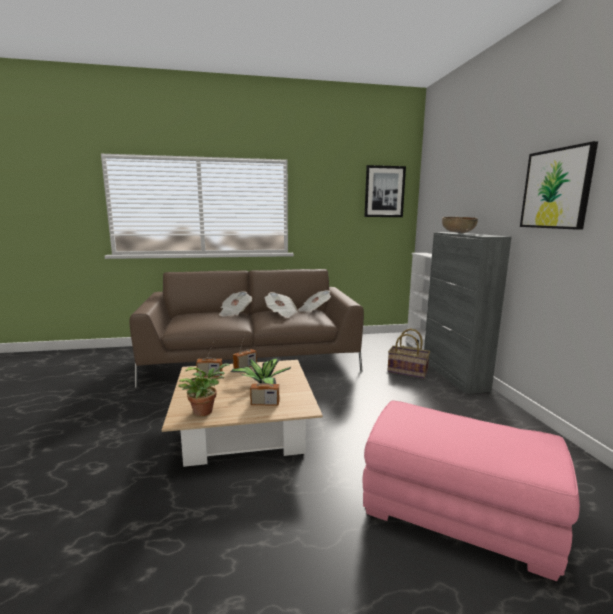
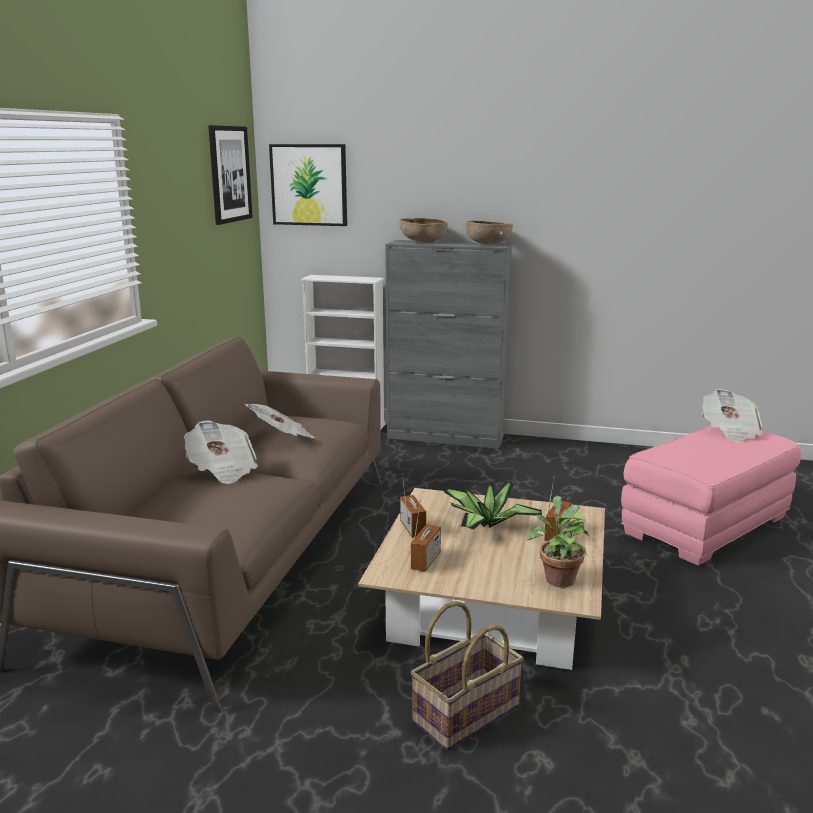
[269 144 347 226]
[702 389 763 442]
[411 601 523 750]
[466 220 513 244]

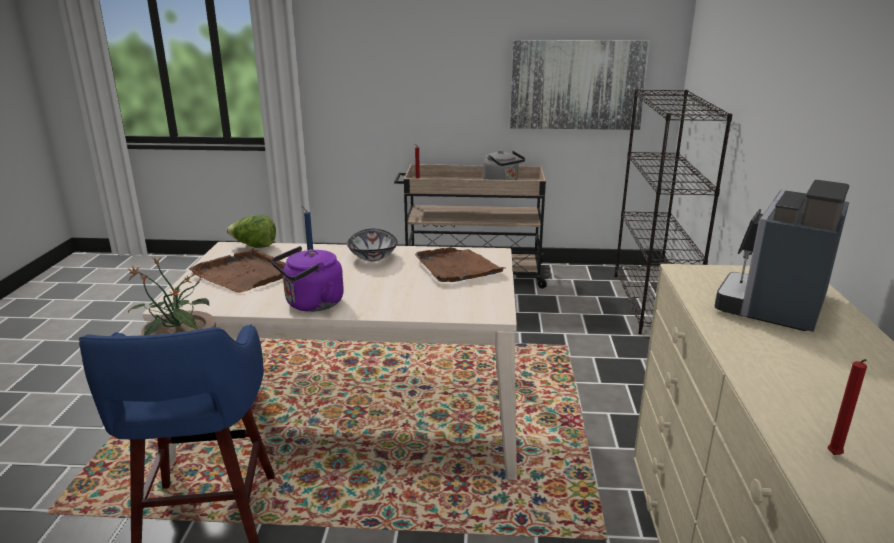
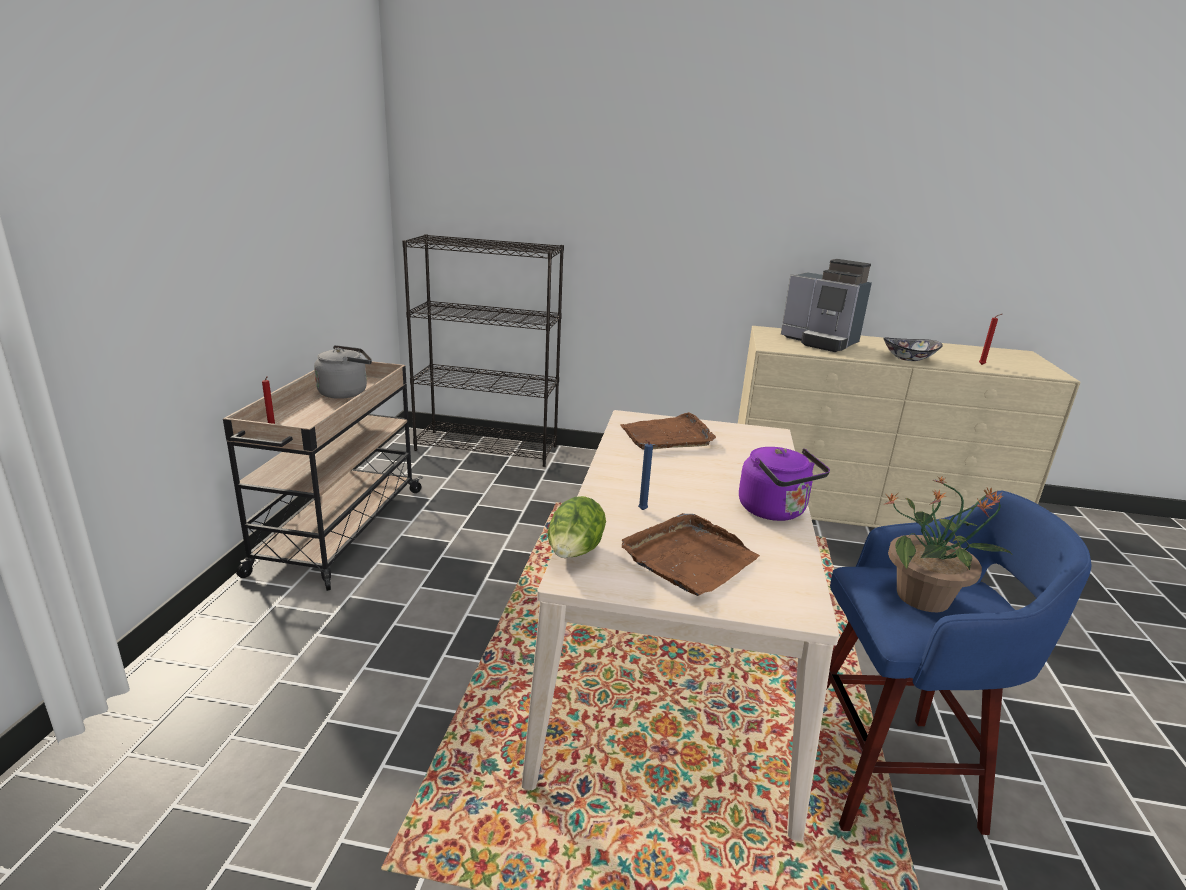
[510 40 650 130] (first image)
[883 337 943 361]

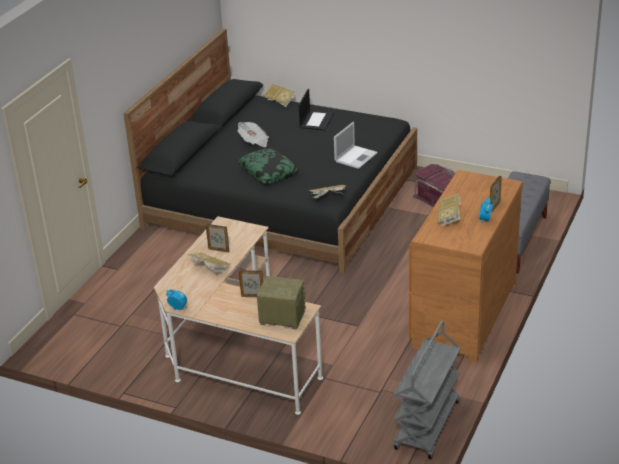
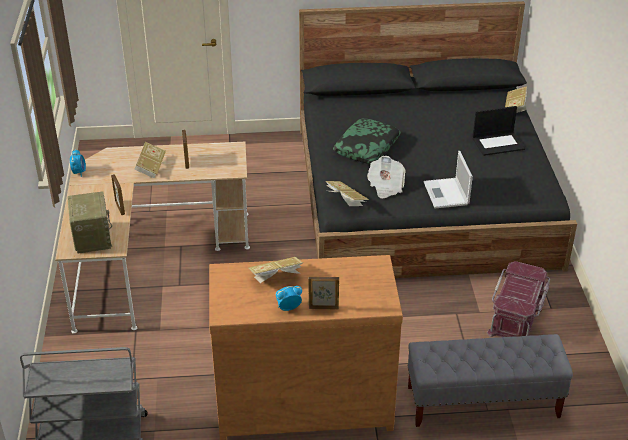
[367 156 406 199]
[423 151 473 208]

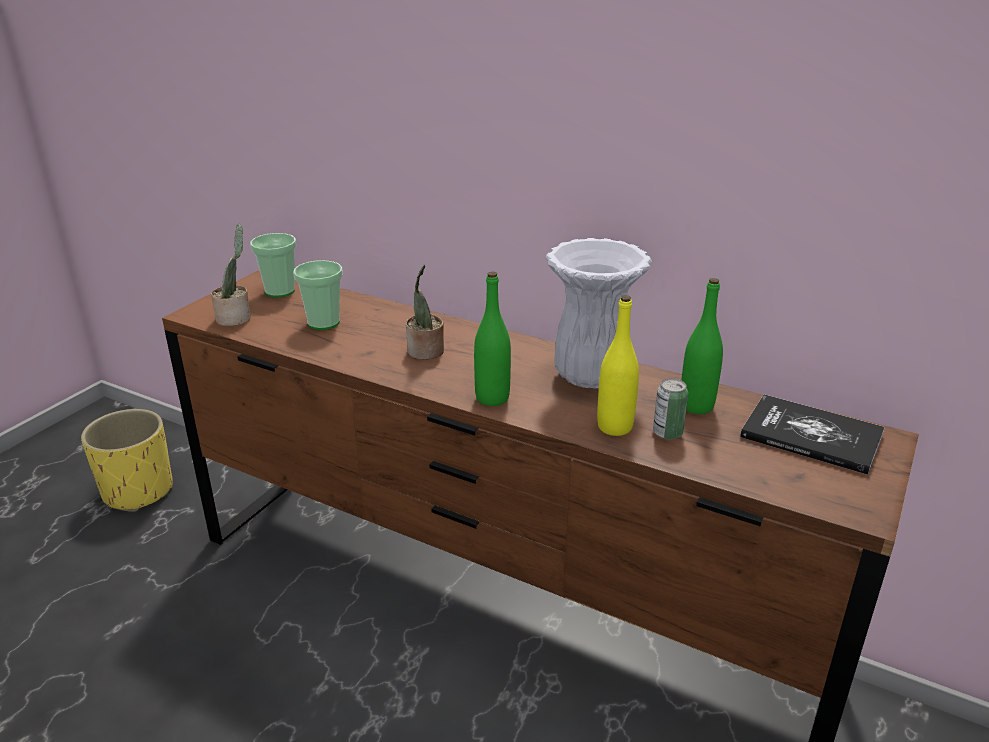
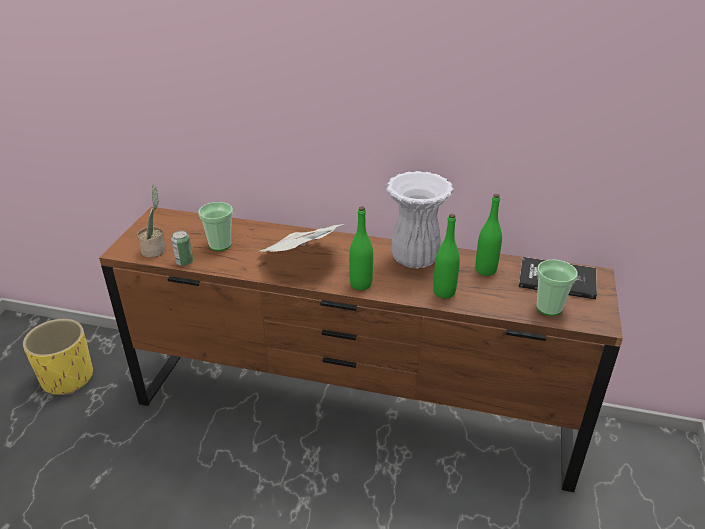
[536 260 578 316]
[260 224 344 252]
[433 214 460 299]
[171 231 193 266]

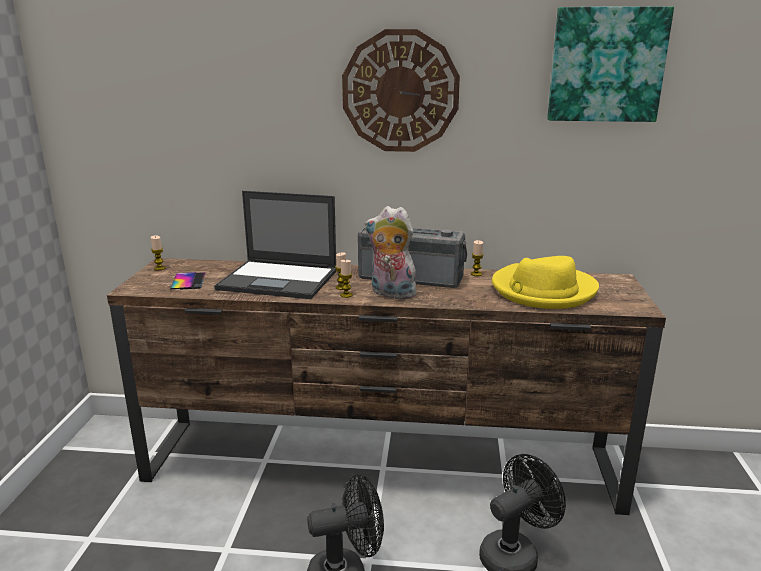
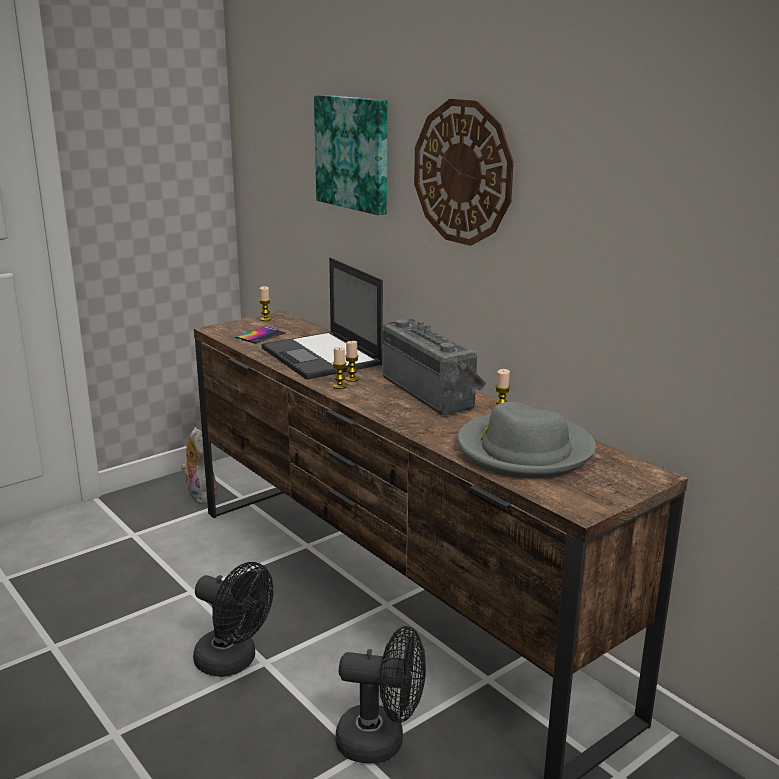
[314 95 388 215]
[181 427 217 504]
[457 402 596 478]

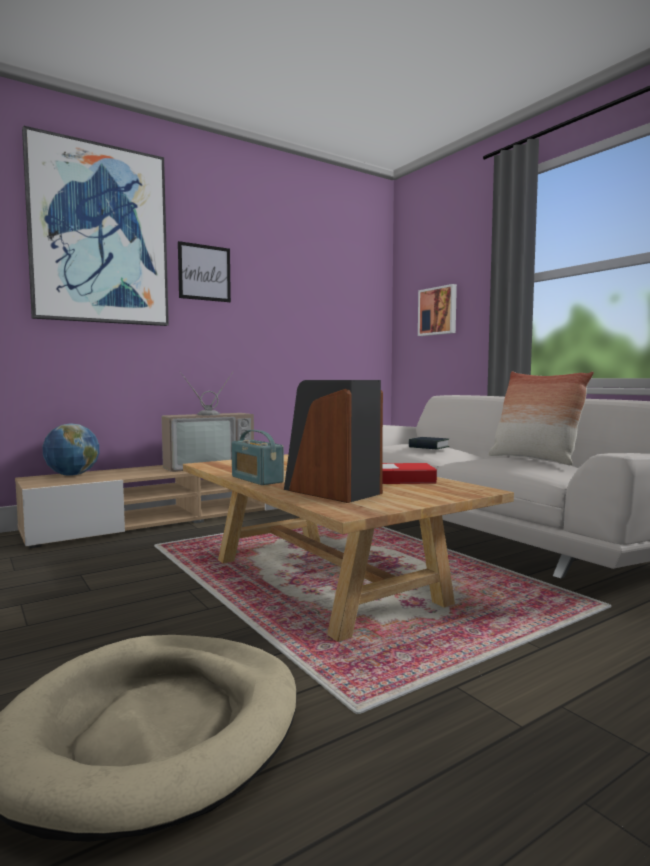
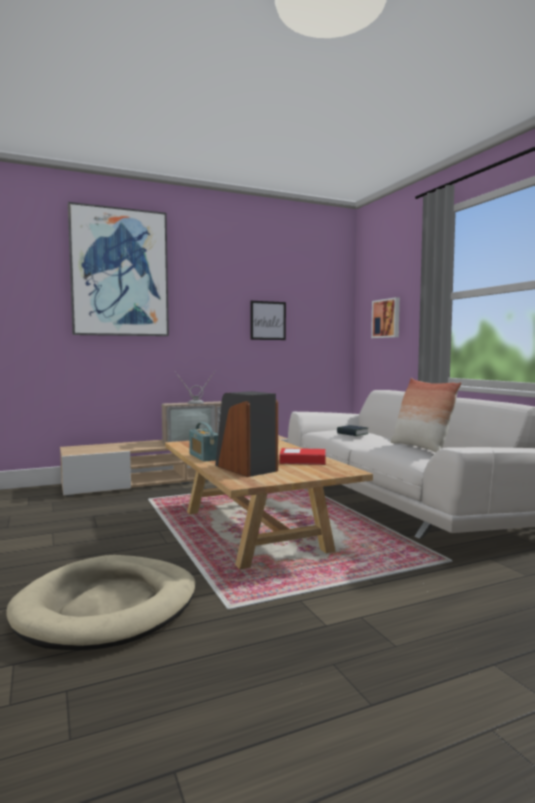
[250 301 286 340]
[42 423 99 475] (first image)

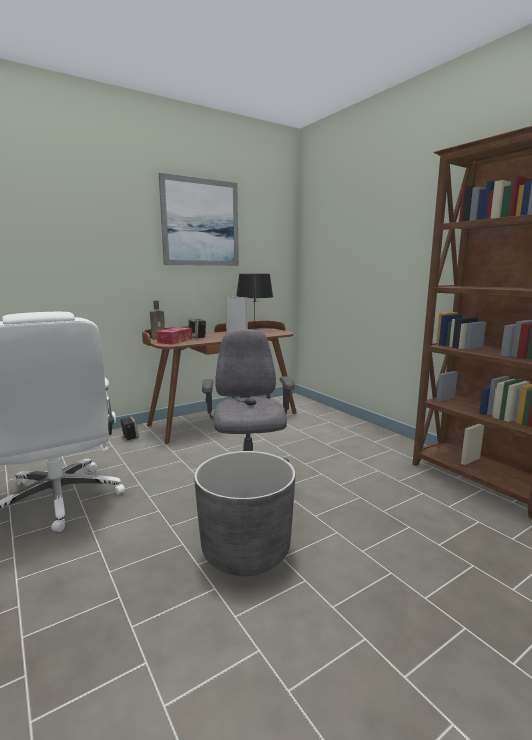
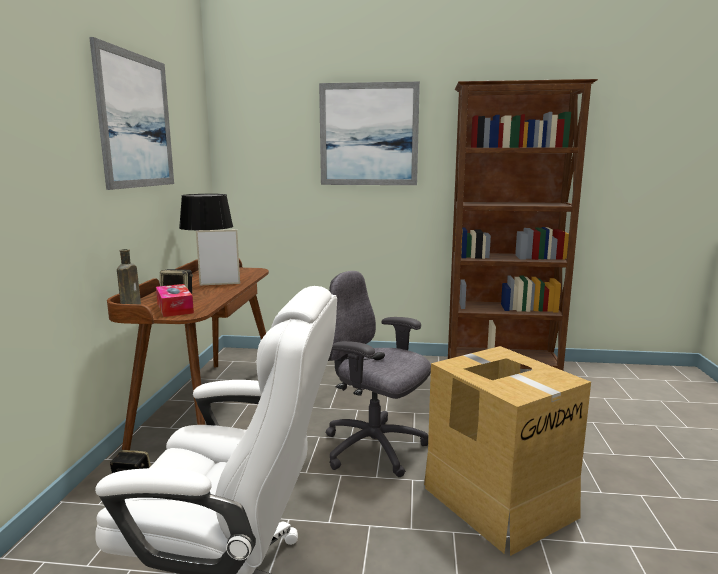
[424 346 591 556]
[319 82 420 185]

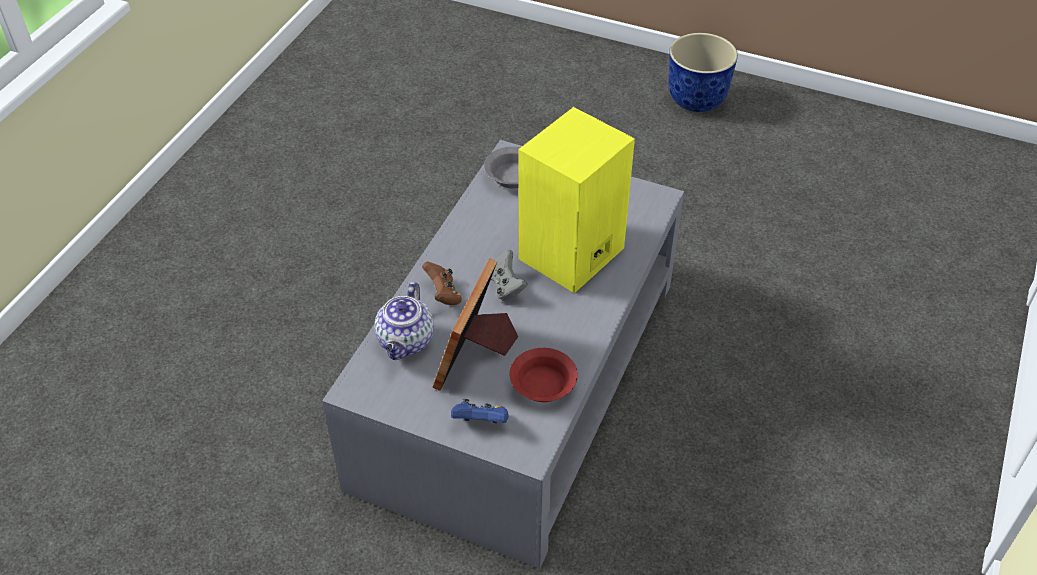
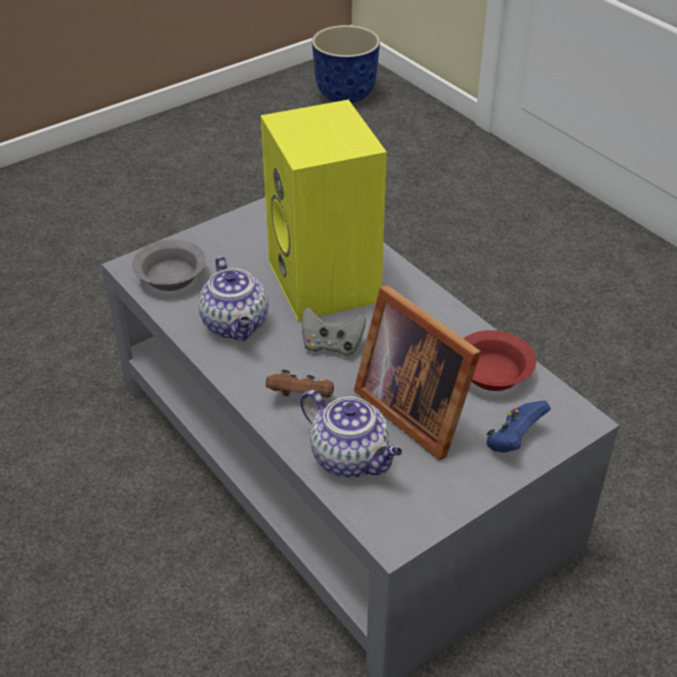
[312 25 380 103]
[198 256 268 341]

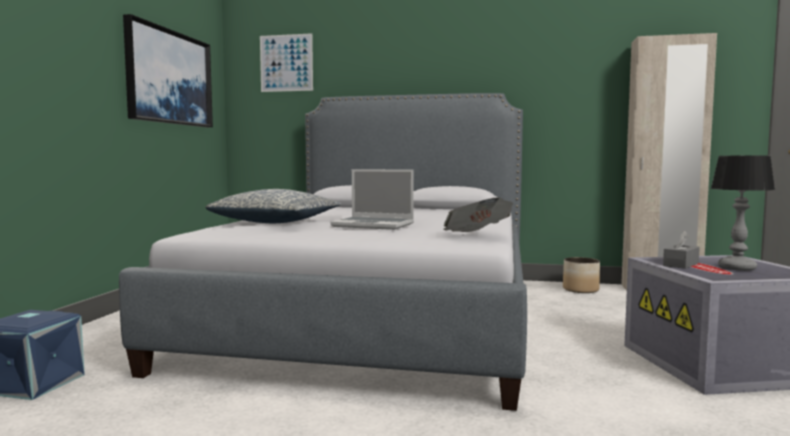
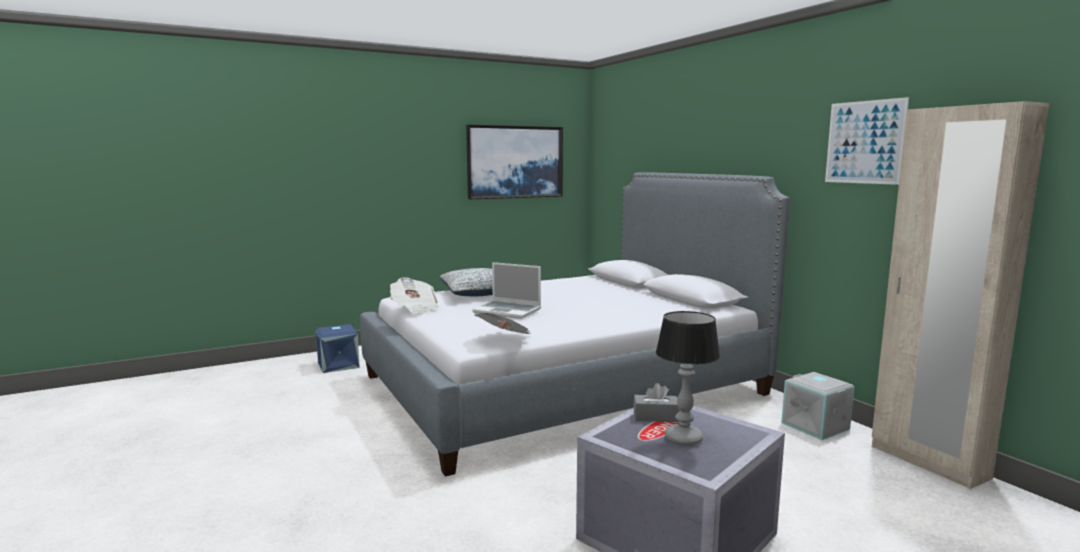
[825 97 909 185]
[472 262 541 319]
[781 372 854 440]
[390 277 439 315]

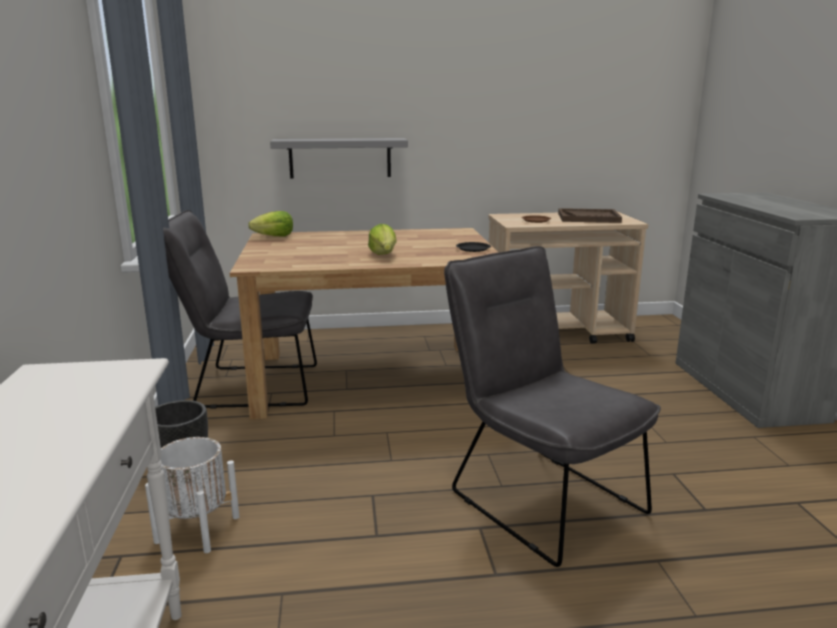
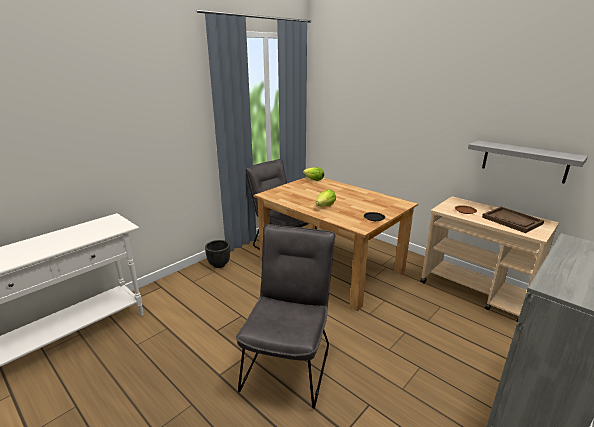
[468 140 588 184]
[145 437 239 553] (first image)

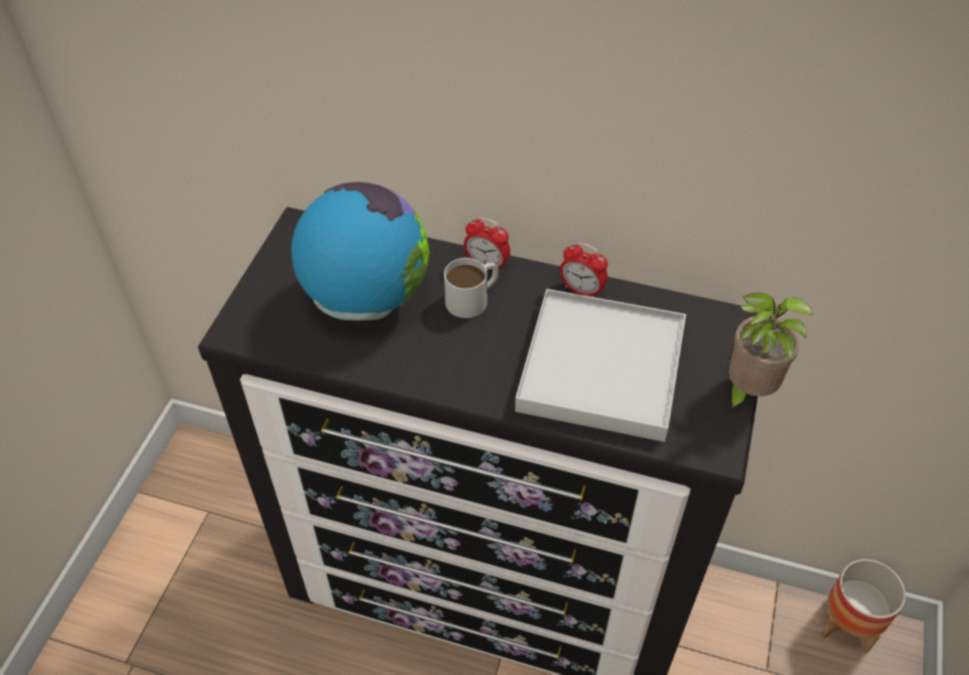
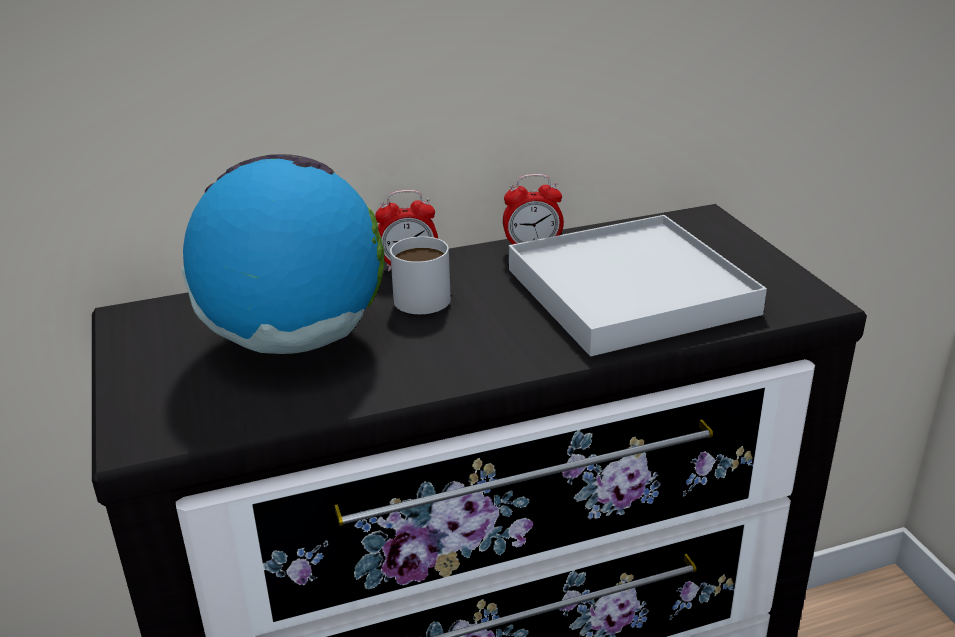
[727 293 814 411] (first image)
[820 559 906 653] (first image)

